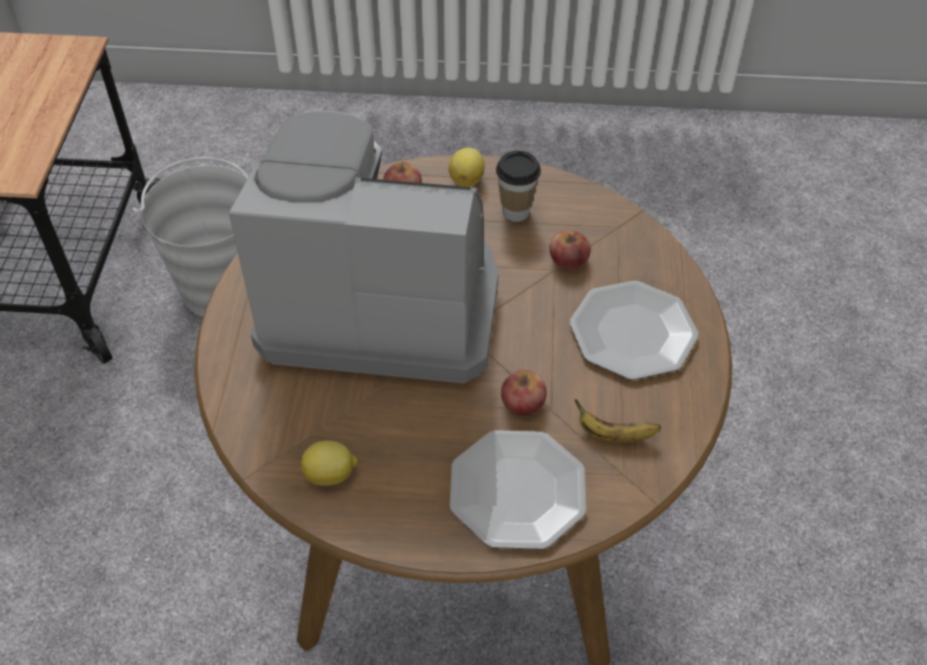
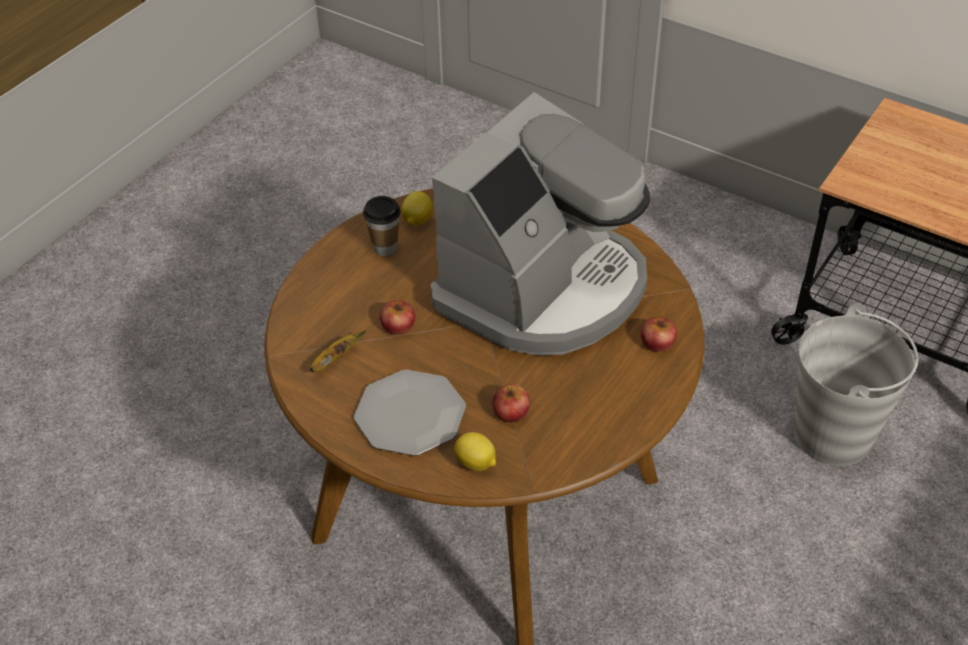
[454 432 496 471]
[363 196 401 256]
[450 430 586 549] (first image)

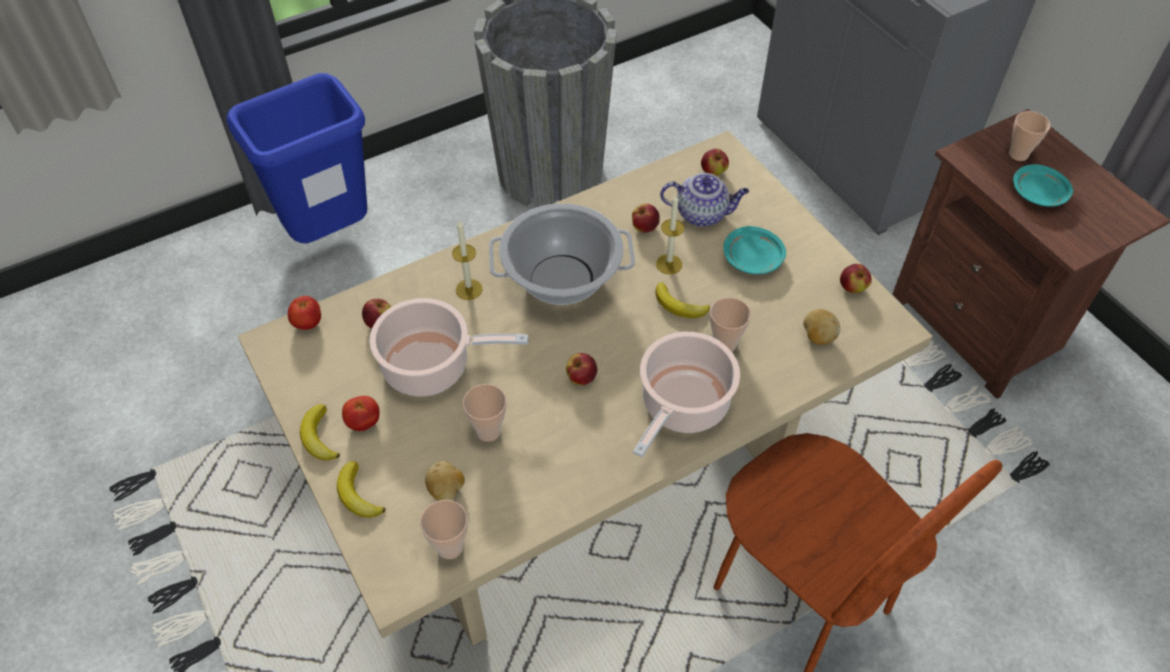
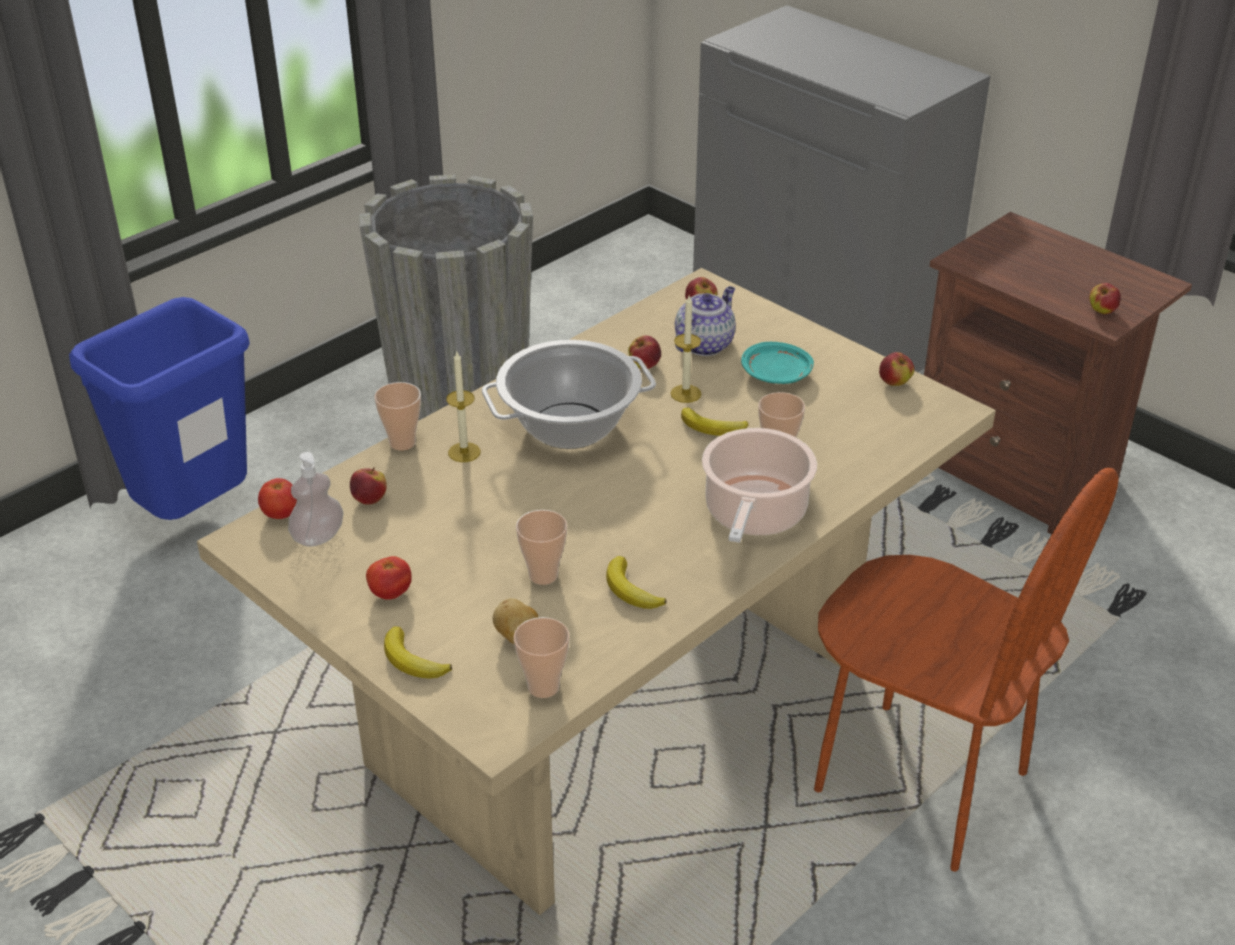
[374 382 421 451]
[1013 164 1073 207] (first image)
[675 286 736 356]
[369 298 528 397] (first image)
[803 309 840 345] (first image)
[1089 283 1121 314]
[606 556 667 609]
[288 452 343 547]

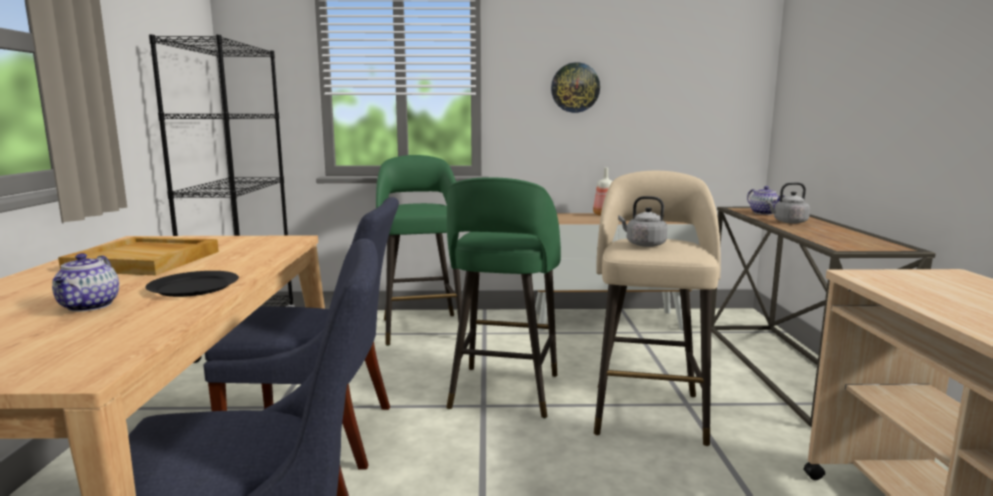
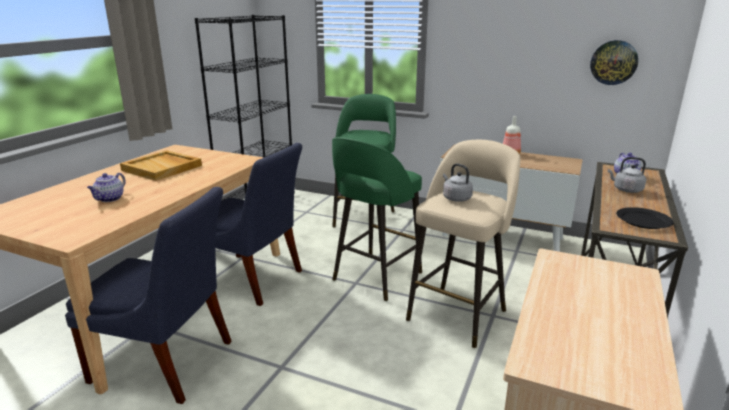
[590 40 638 85]
[616 207 674 229]

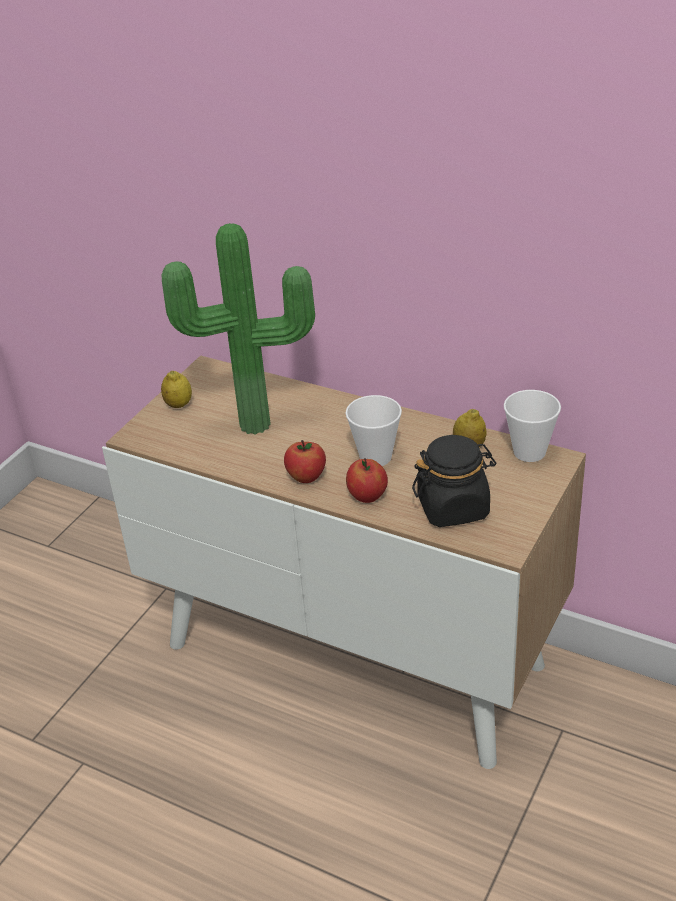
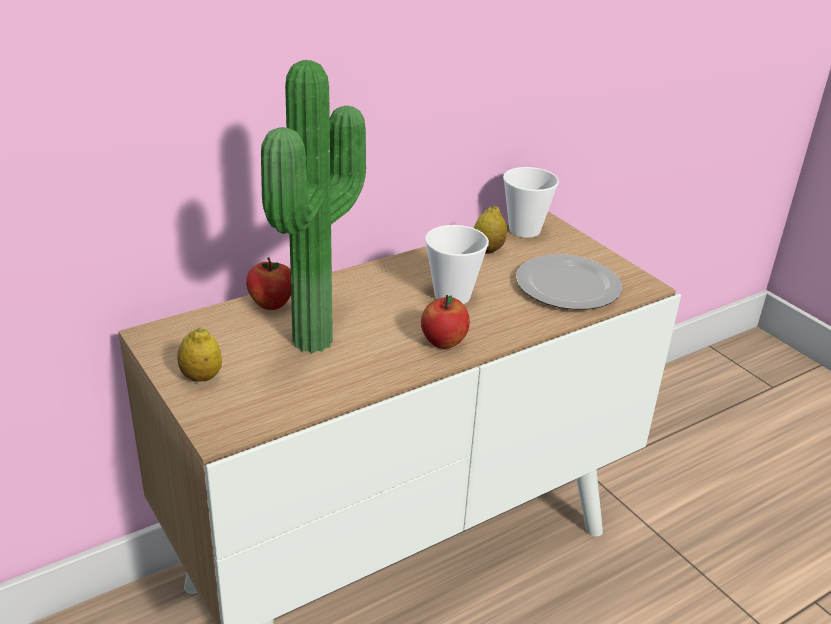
[516 254 622 310]
[246 258 291 310]

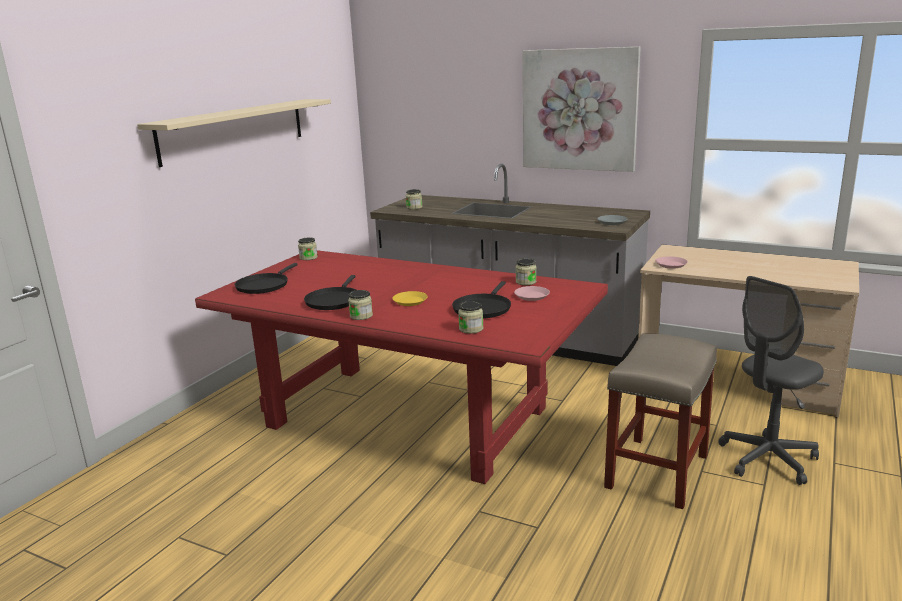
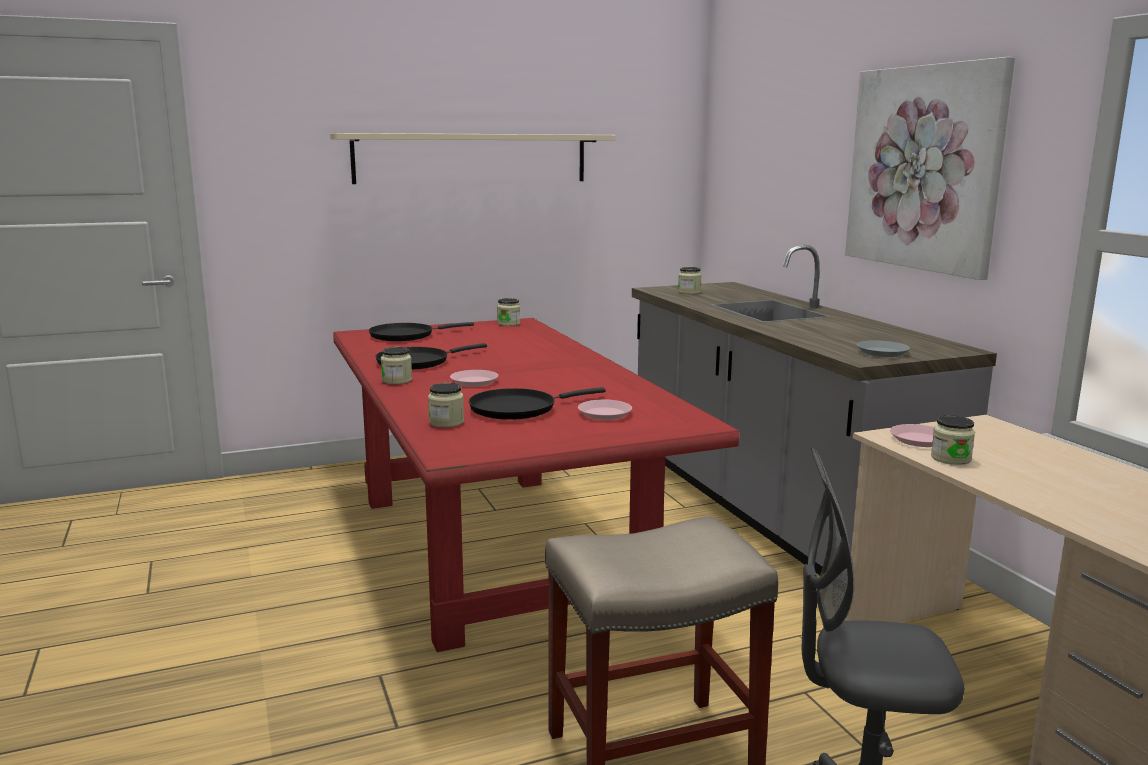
[931 415 975 465]
[450 370 498 387]

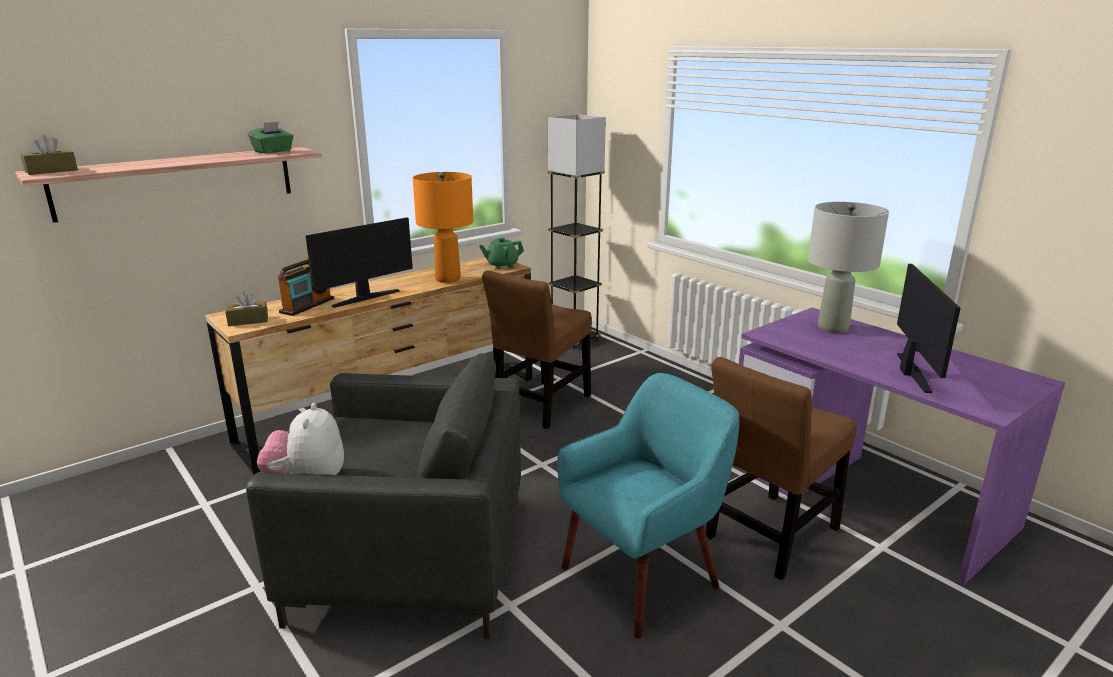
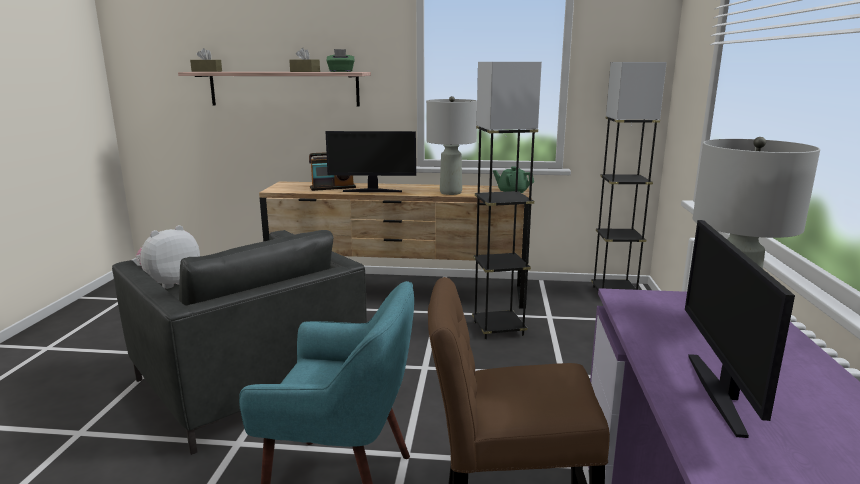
[426 96 477 195]
[685 220 795 438]
[472 62 542 339]
[289 48 320 72]

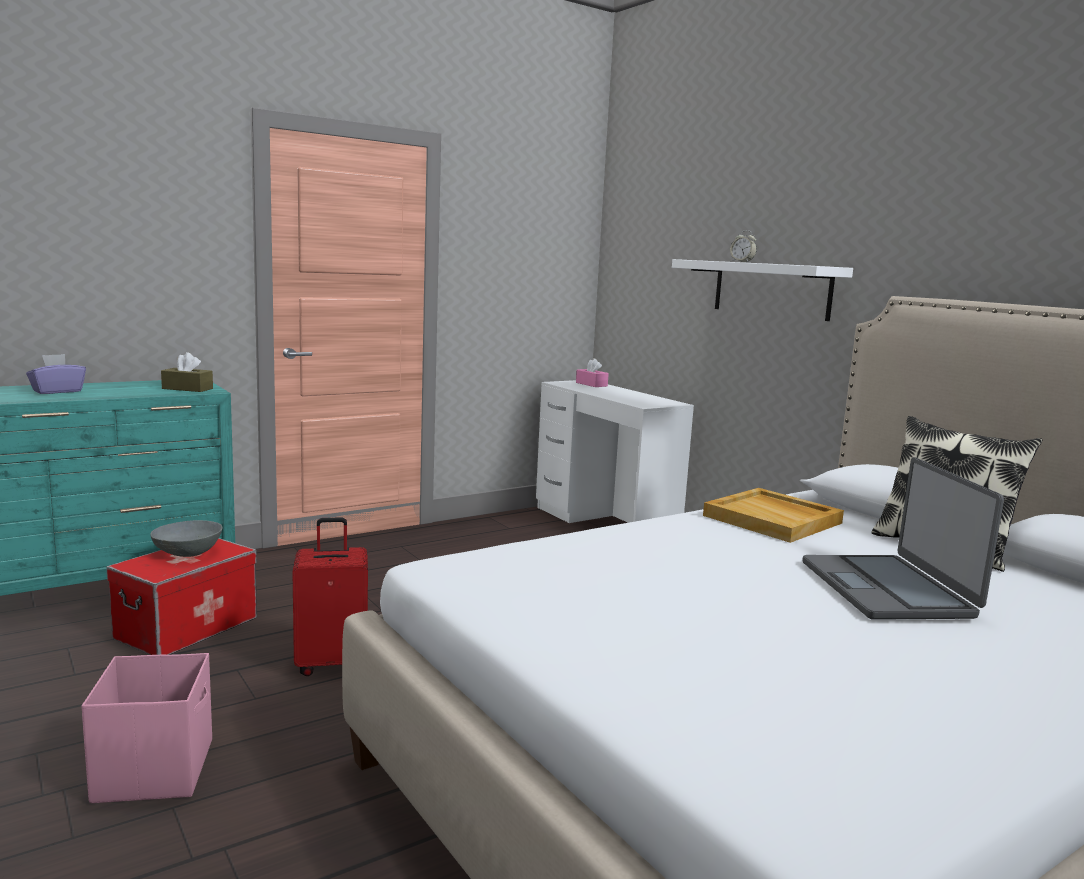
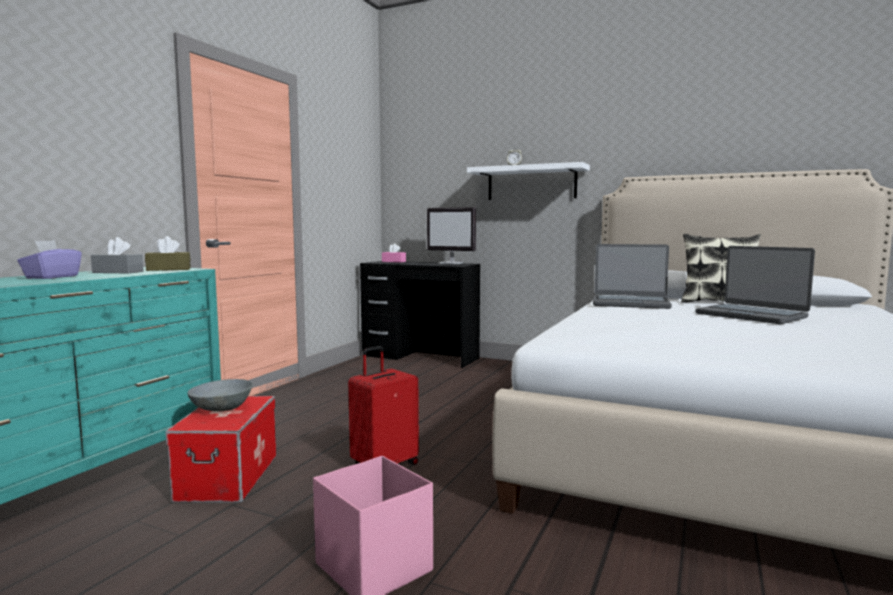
[360 261 480 368]
[593 244 672 309]
[427 207 476 265]
[91 237 144 274]

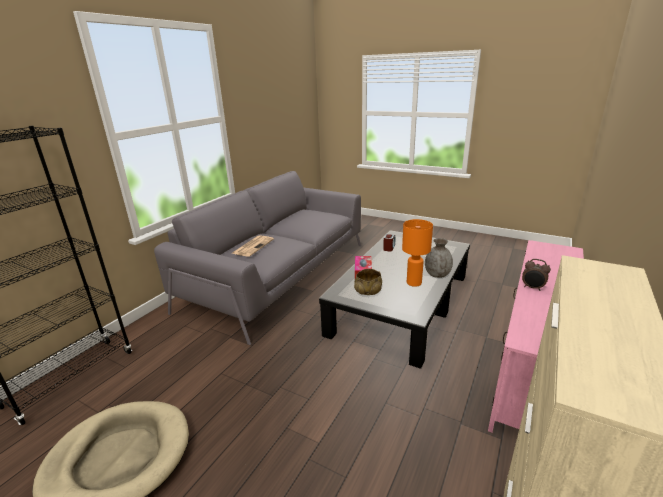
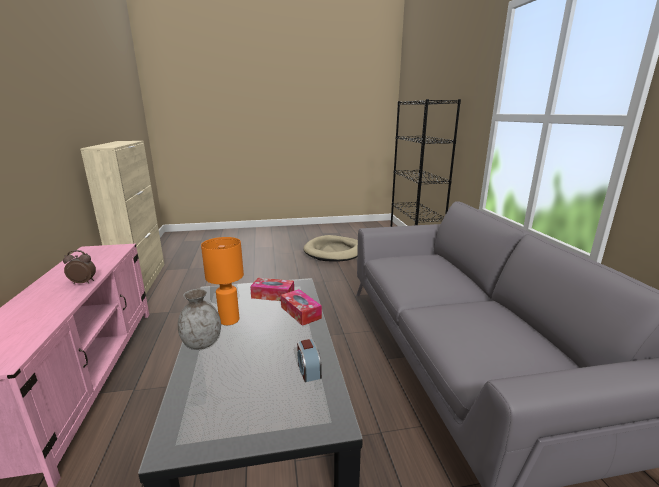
[231 235 274 257] (first image)
[250 278 294 301]

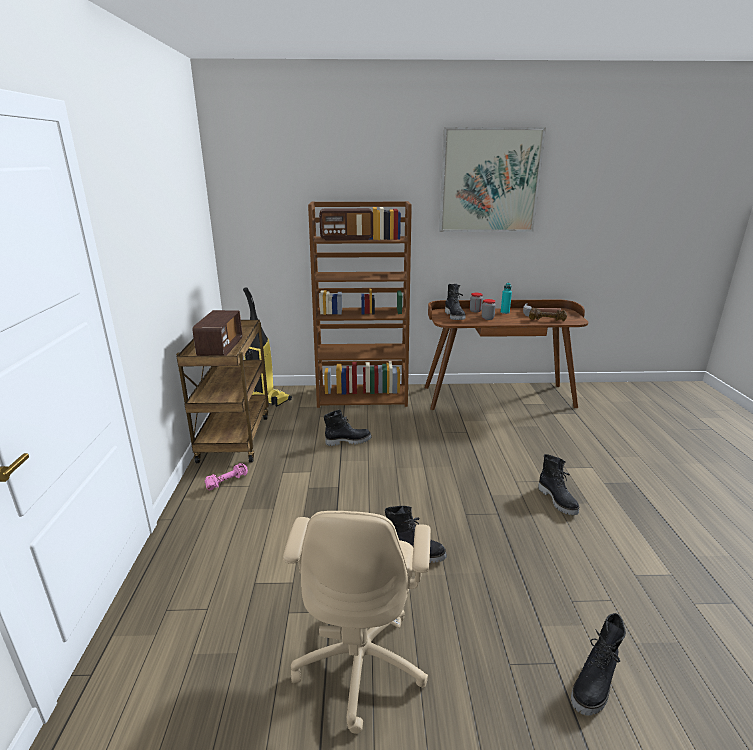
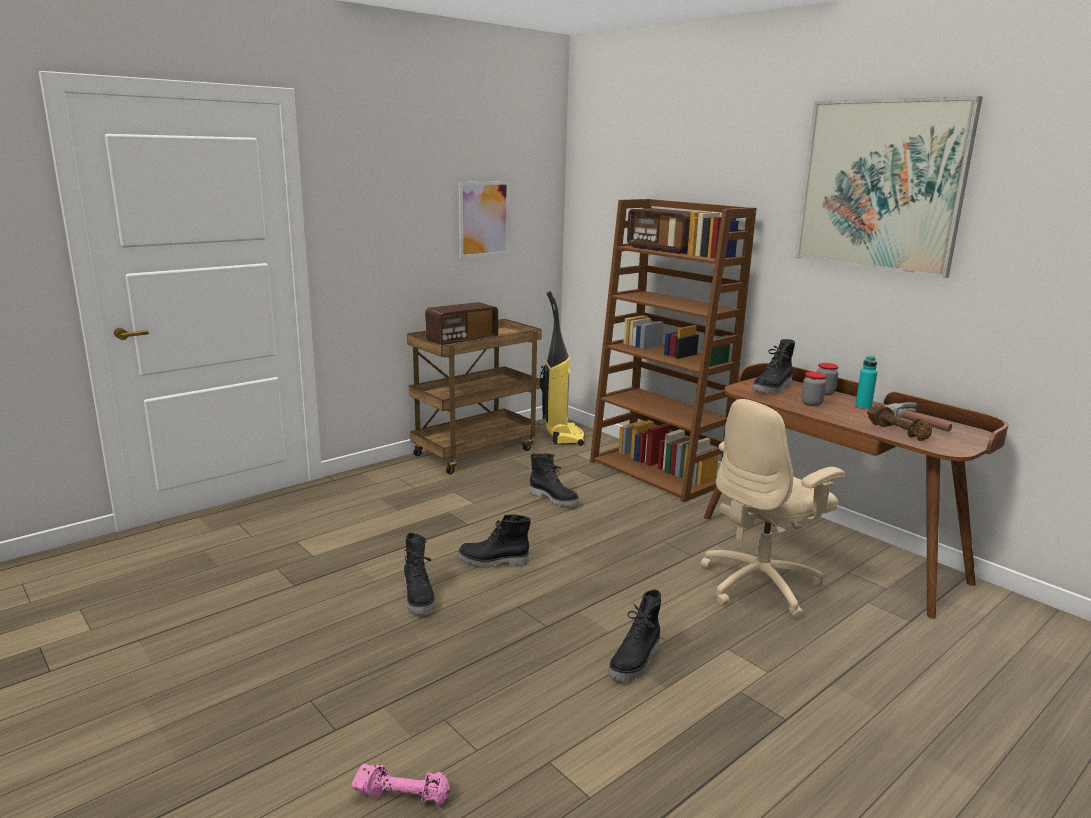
[352 764 450 806]
[701 399 845 619]
[457 515 531 568]
[459 181 510 258]

